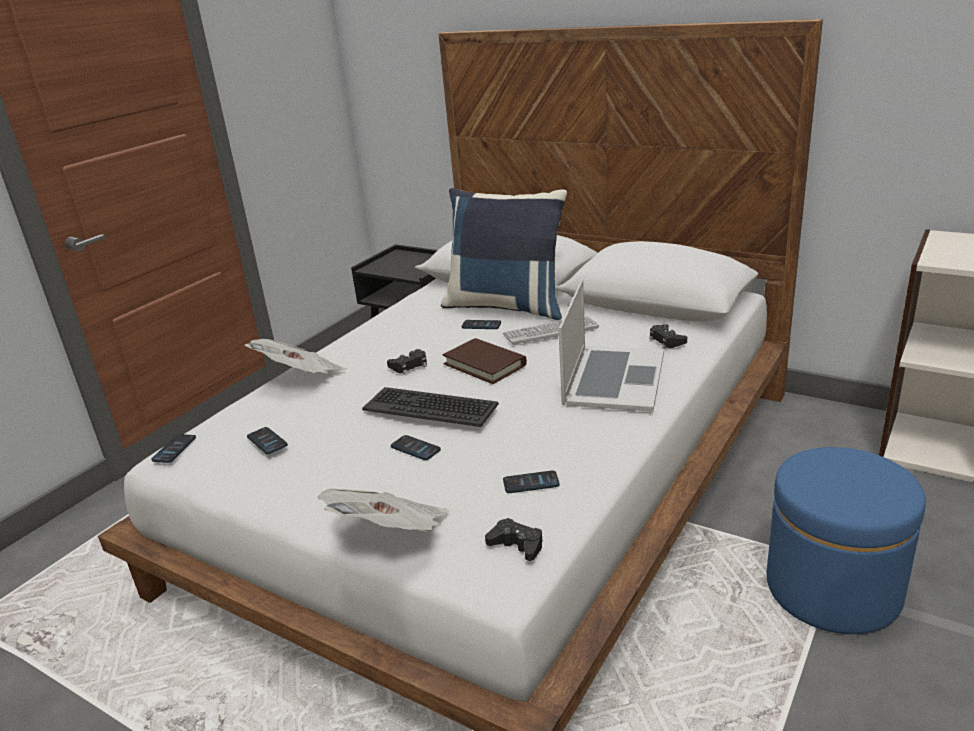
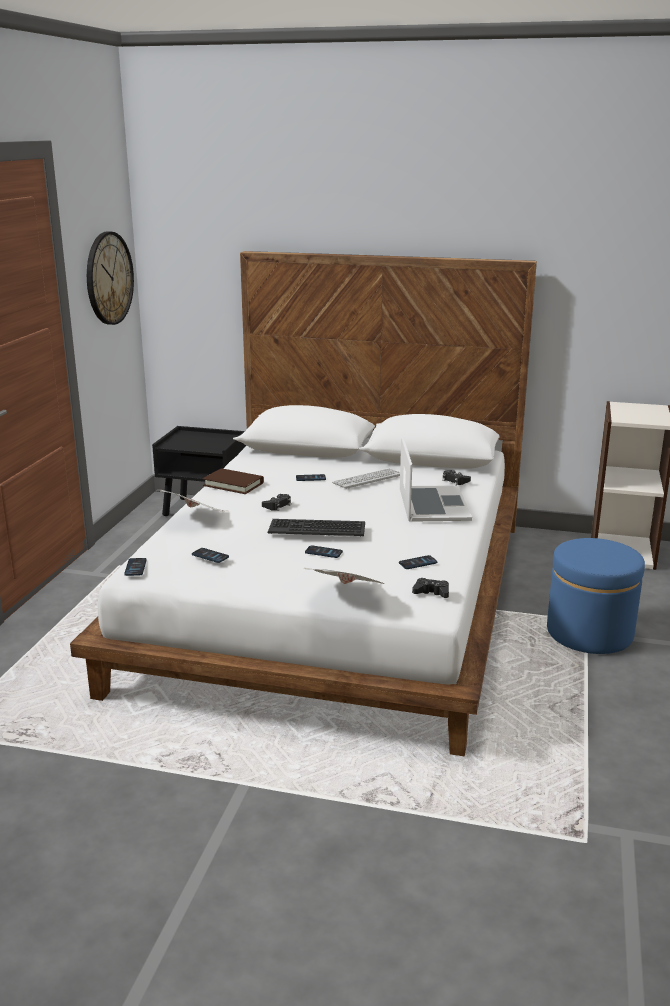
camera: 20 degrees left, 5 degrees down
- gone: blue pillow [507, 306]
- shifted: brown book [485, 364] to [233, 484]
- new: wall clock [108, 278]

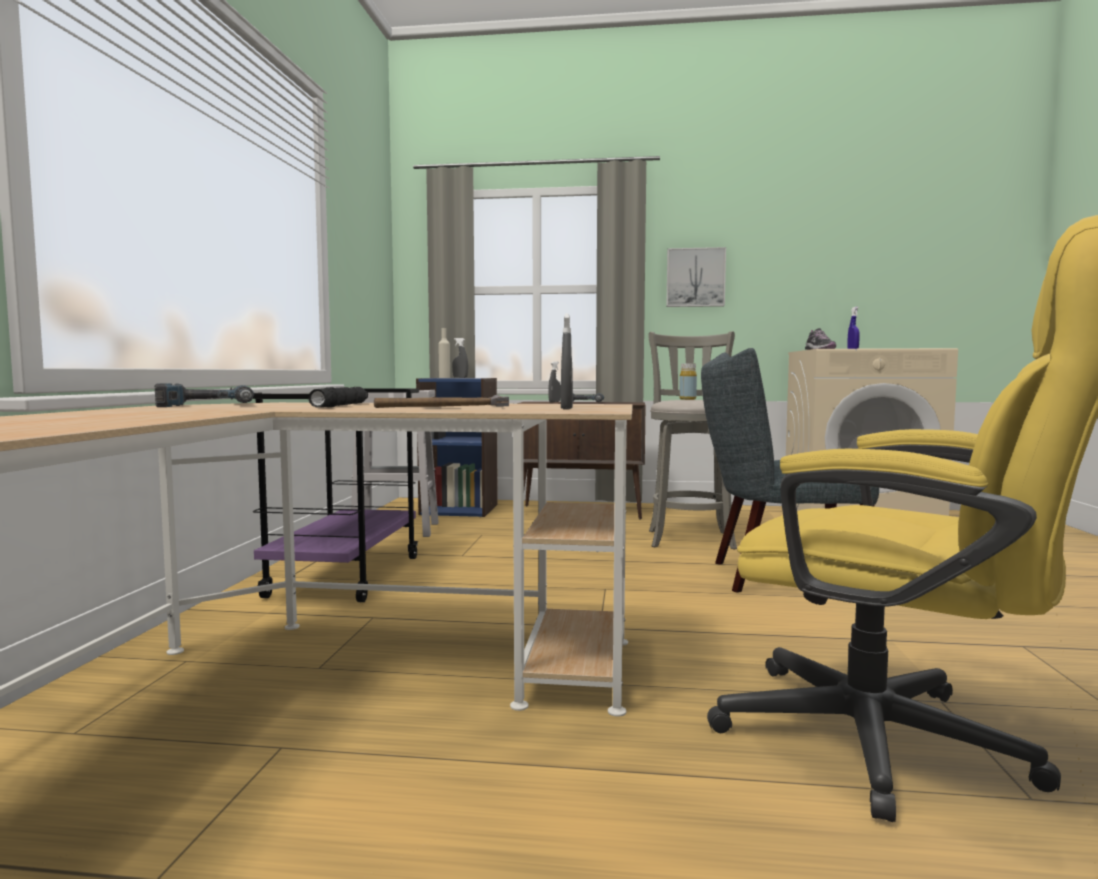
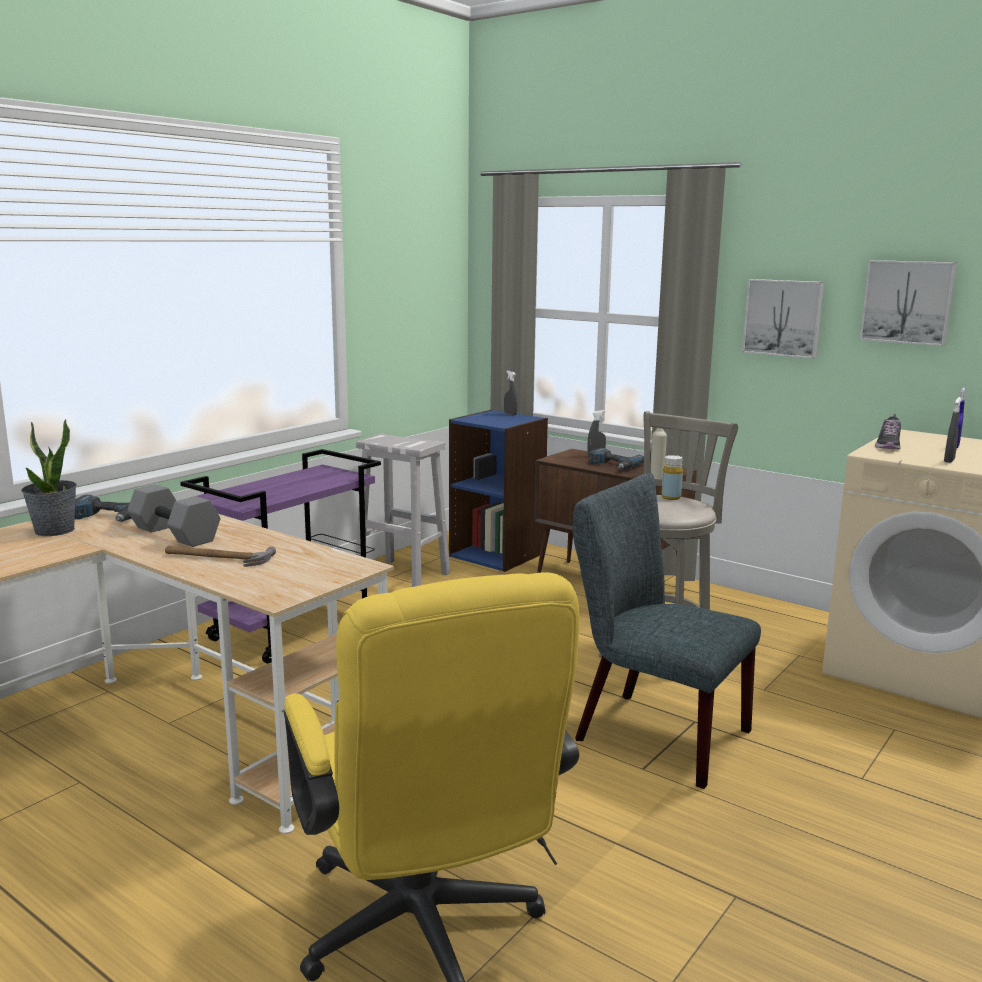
camera: 30 degrees right, 10 degrees up
- shifted: grey spray bottle [566, 408] to [949, 460]
- shifted: beige bottle [444, 378] to [657, 476]
- swapped: black flashlight [340, 406] to grey dumbbell [176, 534]
- new: picture [907, 302]
- new: potted plant [54, 530]

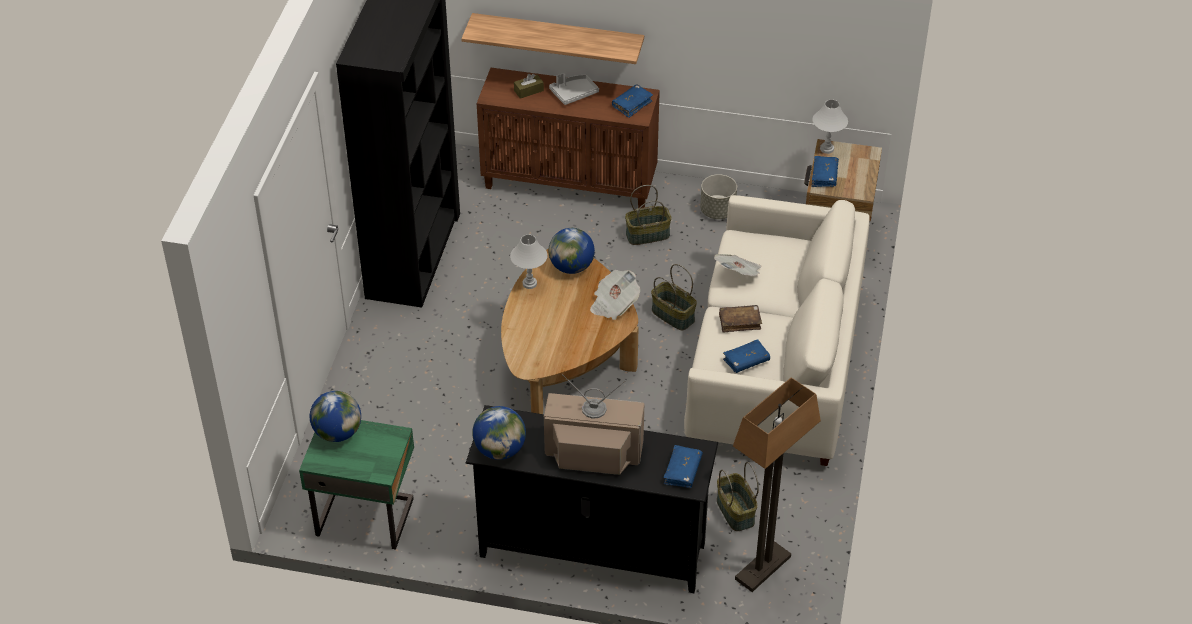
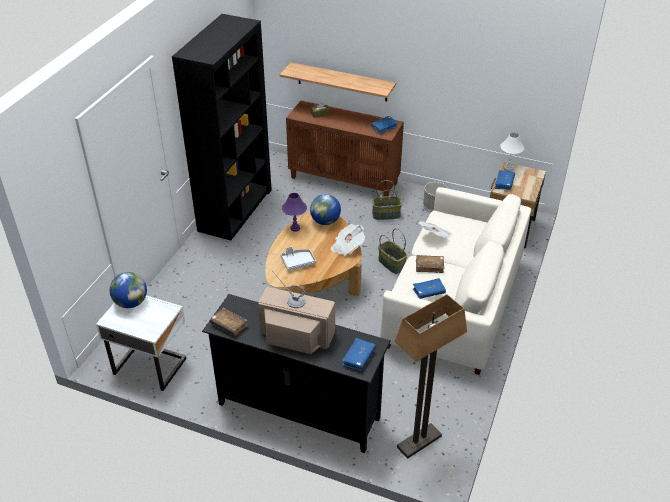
camera: 10 degrees right, 5 degrees down
- shifted: grey tray [573, 93] to [298, 262]
- repainted: white table lamp [530, 283] to purple table lamp [295, 228]
- swapped: globe [500, 450] to brown book [229, 325]
- repainted: green nightstand [365, 515] to white nightstand [151, 365]
- gone: basket [734, 511]

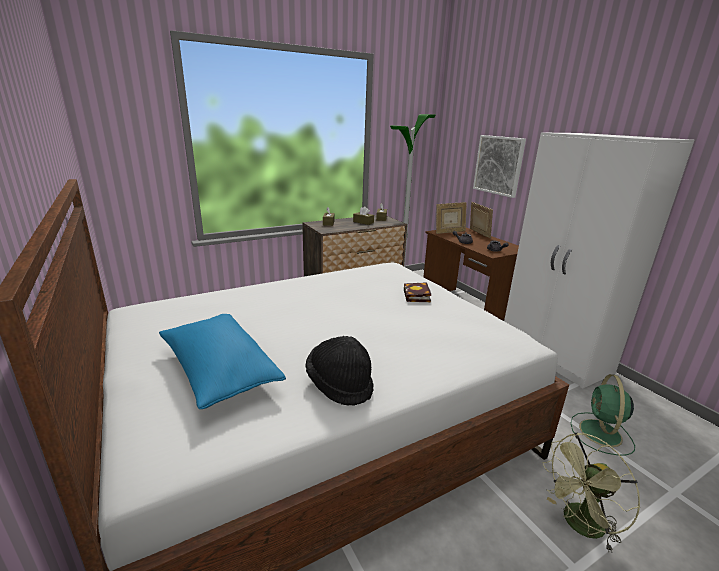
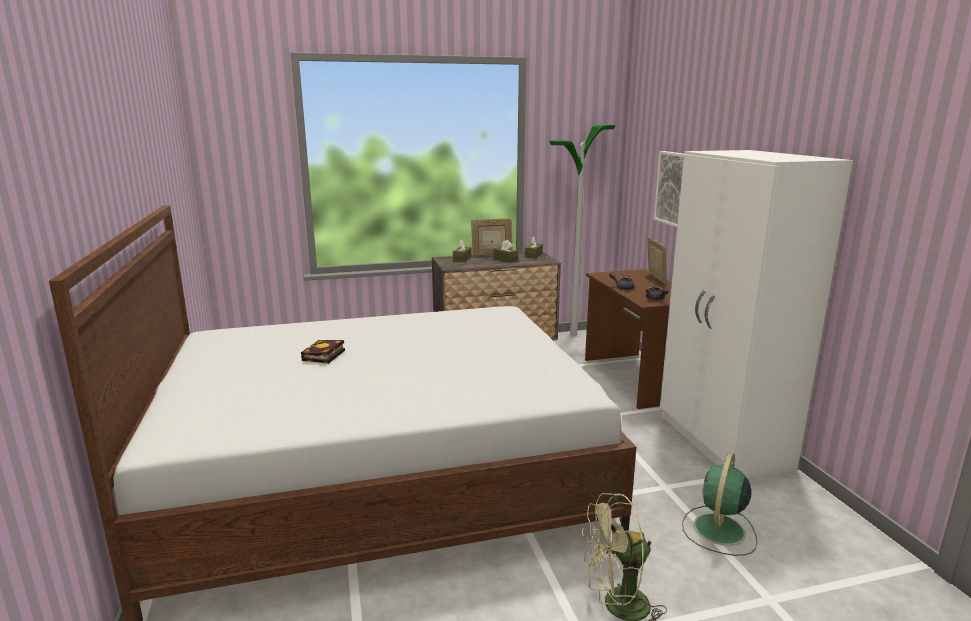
camera: 15 degrees right, 5 degrees down
- shifted: picture frame [449, 232] to [491, 255]
- shifted: book [417, 296] to [323, 356]
- gone: blue pillow [219, 372]
- gone: black hat [340, 384]

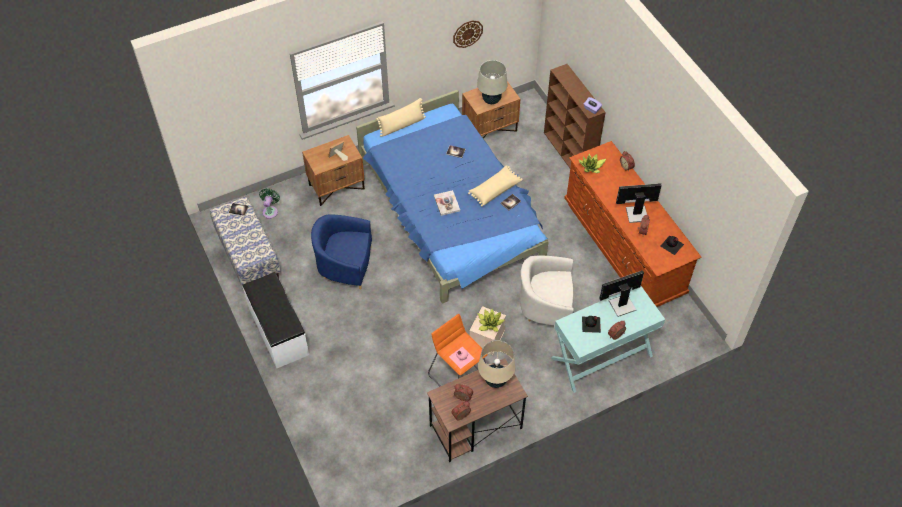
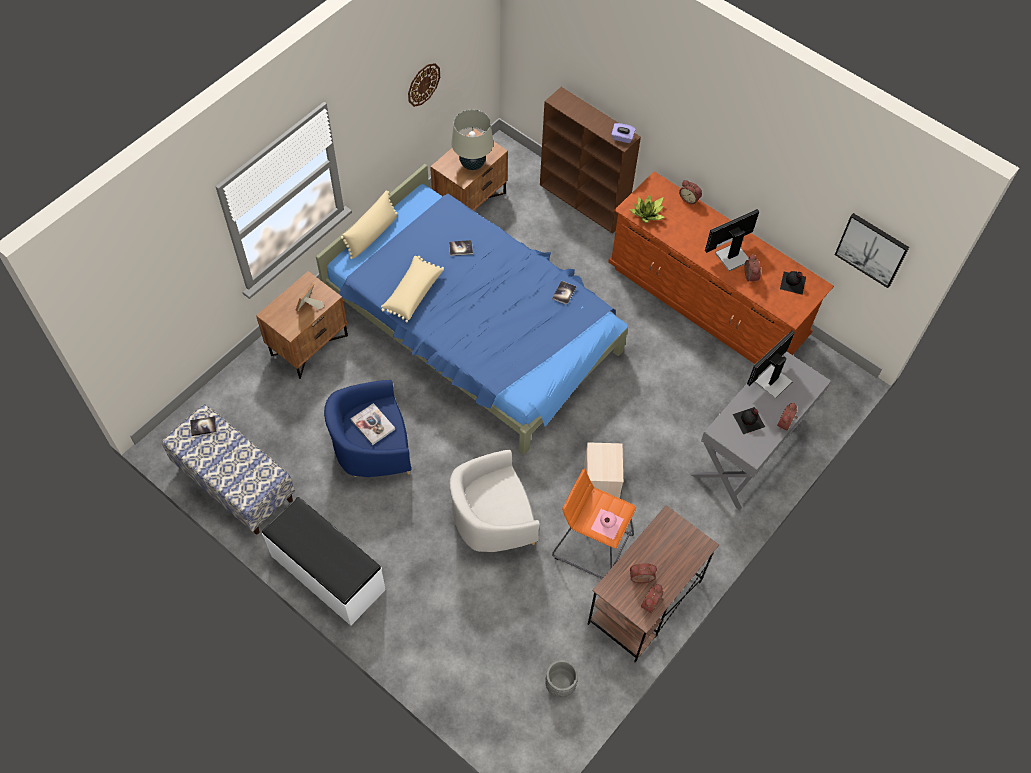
camera: 25 degrees left, 5 degrees up
- shifted: beige pillow [494, 189] to [412, 293]
- gone: green fan [270, 211]
- shifted: book [446, 203] to [373, 424]
- shifted: white armchair [546, 306] to [492, 520]
- repainted: turquoise console table [602, 357] to grey console table [750, 451]
- gone: potted plant [489, 324]
- gone: beige table lamp [495, 380]
- new: picture [872, 249]
- new: grey planter [560, 684]

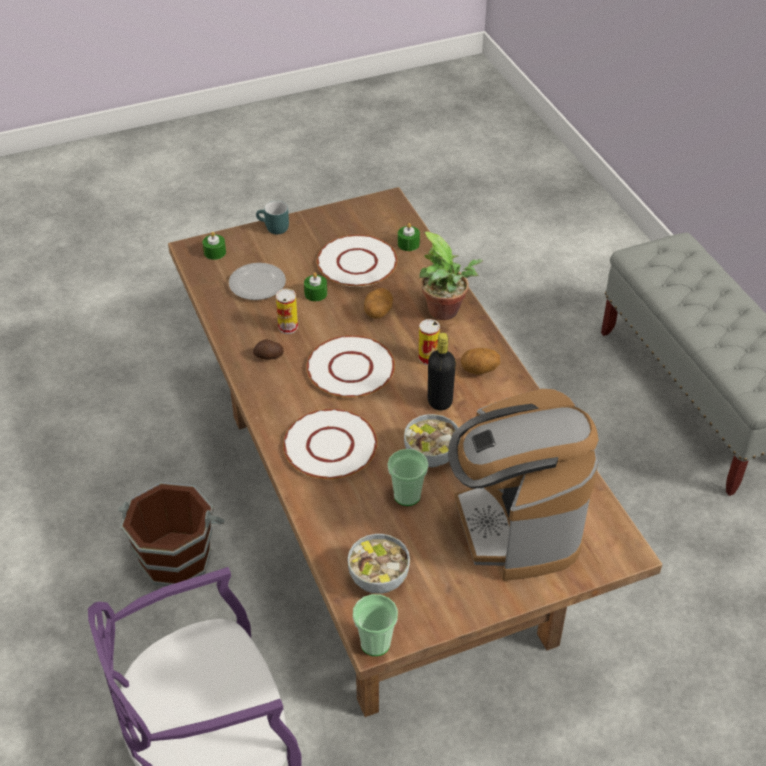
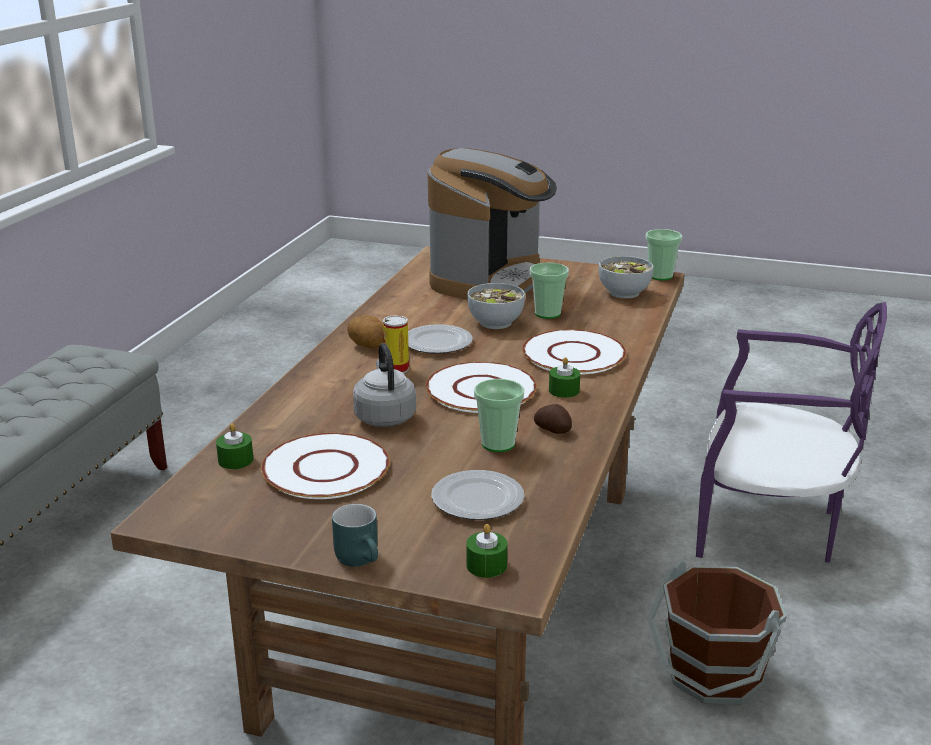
camera: 140 degrees left, 20 degrees down
- gone: potted plant [446, 313]
- shifted: green candle [315, 293] to [564, 391]
- swapped: potato [377, 313] to grey kettle [384, 416]
- swapped: can [288, 327] to cup [498, 444]
- swapped: black bottle [440, 402] to plate [436, 343]

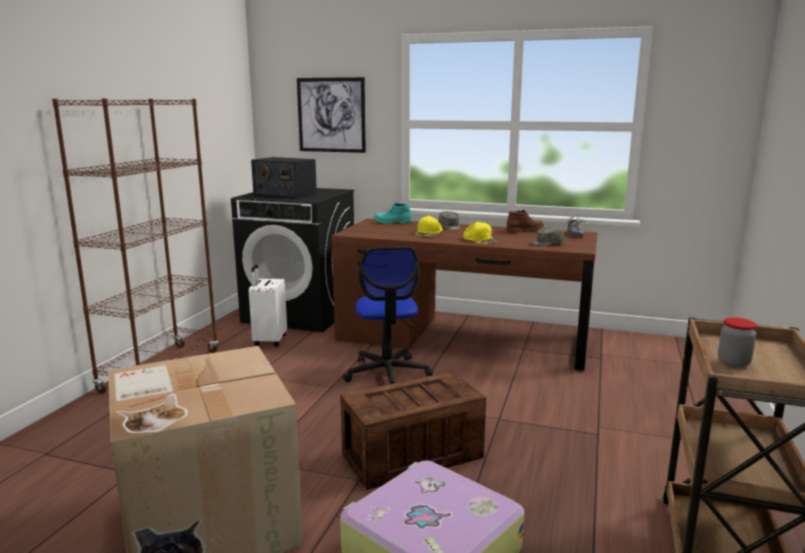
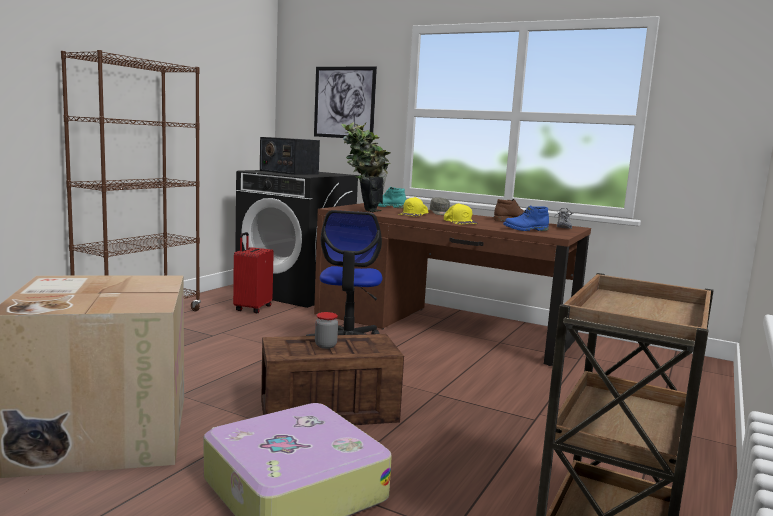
camera: 10 degrees right, 5 degrees down
- swapped: grey cap [547, 244] to blue boot [525, 229]
- repainted: white suitcase [269, 341] to red suitcase [252, 308]
- shifted: jar [733, 363] to [325, 345]
- new: potted plant [362, 210]

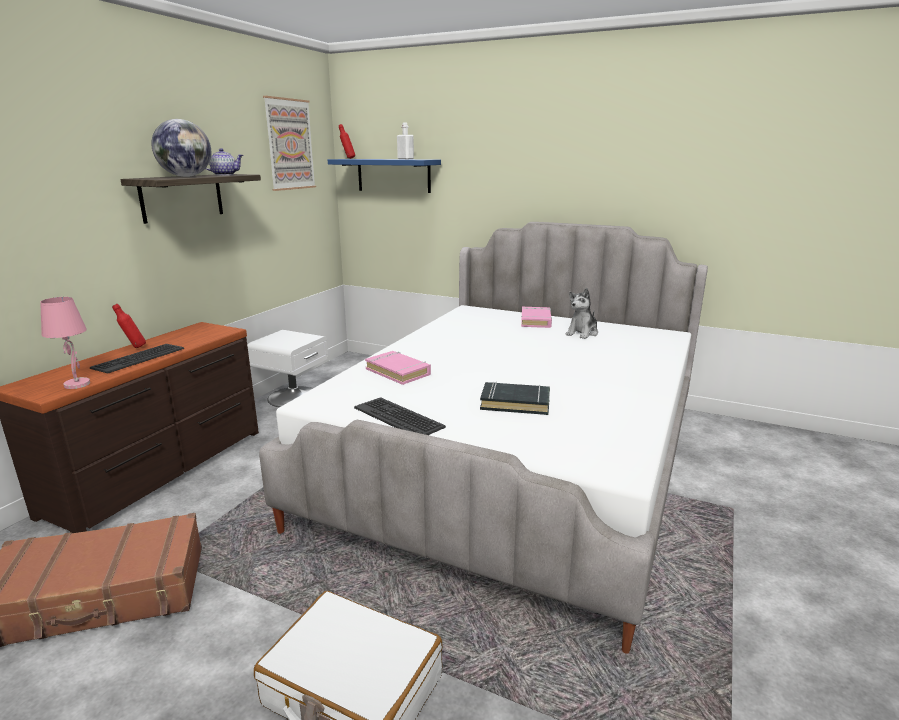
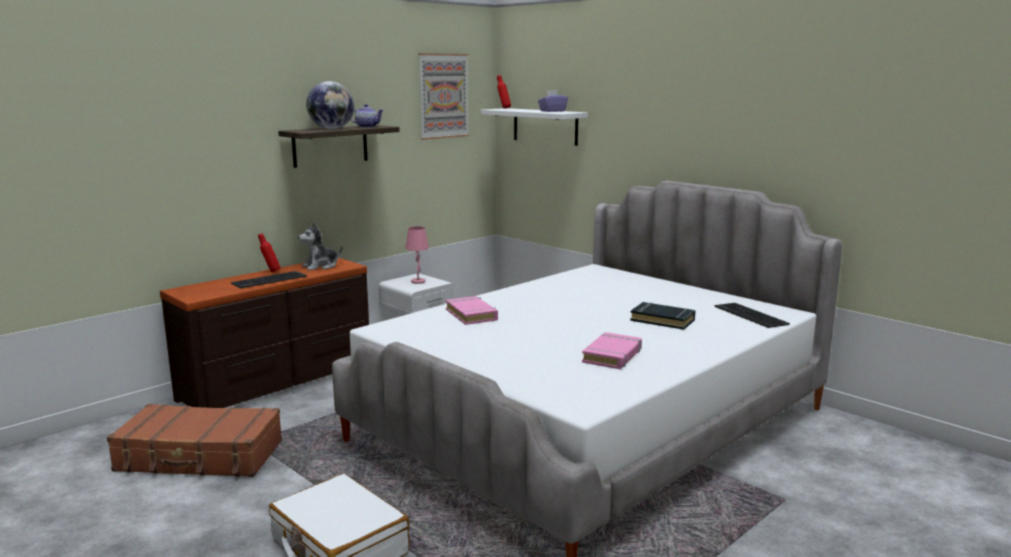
camera: 20 degrees right, 5 degrees down
- swapped: white bottle [405, 159] to purple tissue box [552, 111]
- repainted: blue shelf [393, 175] to white shelf [545, 126]
- shifted: plush toy [582, 333] to [320, 266]
- shifted: pink table lamp [77, 384] to [418, 281]
- shifted: pink book [536, 321] to [612, 356]
- shifted: black book [515, 403] to [662, 320]
- shifted: keyboard [399, 417] to [751, 315]

